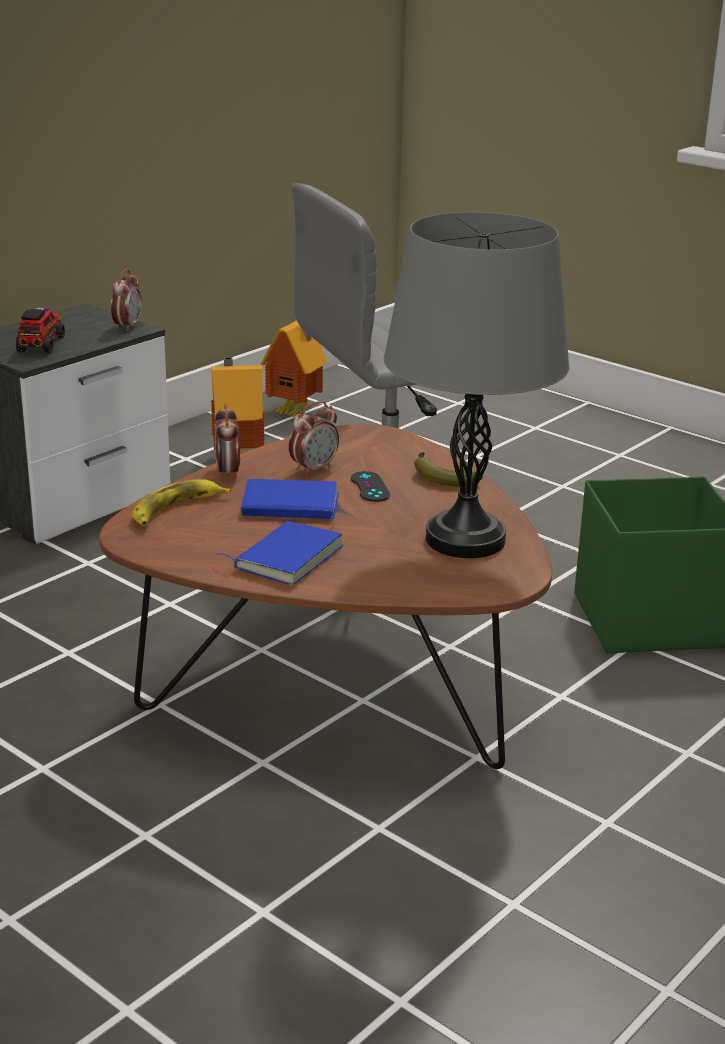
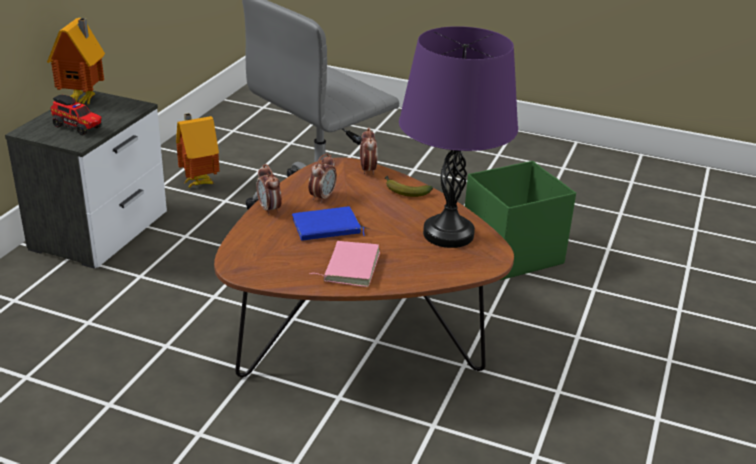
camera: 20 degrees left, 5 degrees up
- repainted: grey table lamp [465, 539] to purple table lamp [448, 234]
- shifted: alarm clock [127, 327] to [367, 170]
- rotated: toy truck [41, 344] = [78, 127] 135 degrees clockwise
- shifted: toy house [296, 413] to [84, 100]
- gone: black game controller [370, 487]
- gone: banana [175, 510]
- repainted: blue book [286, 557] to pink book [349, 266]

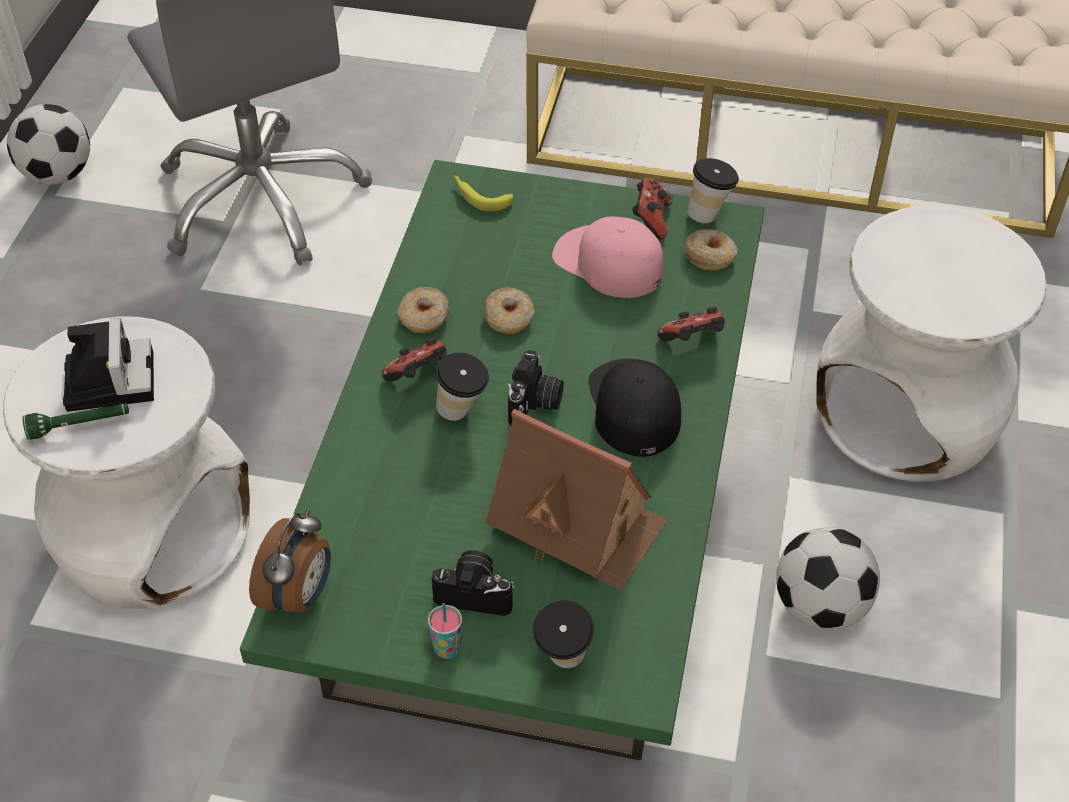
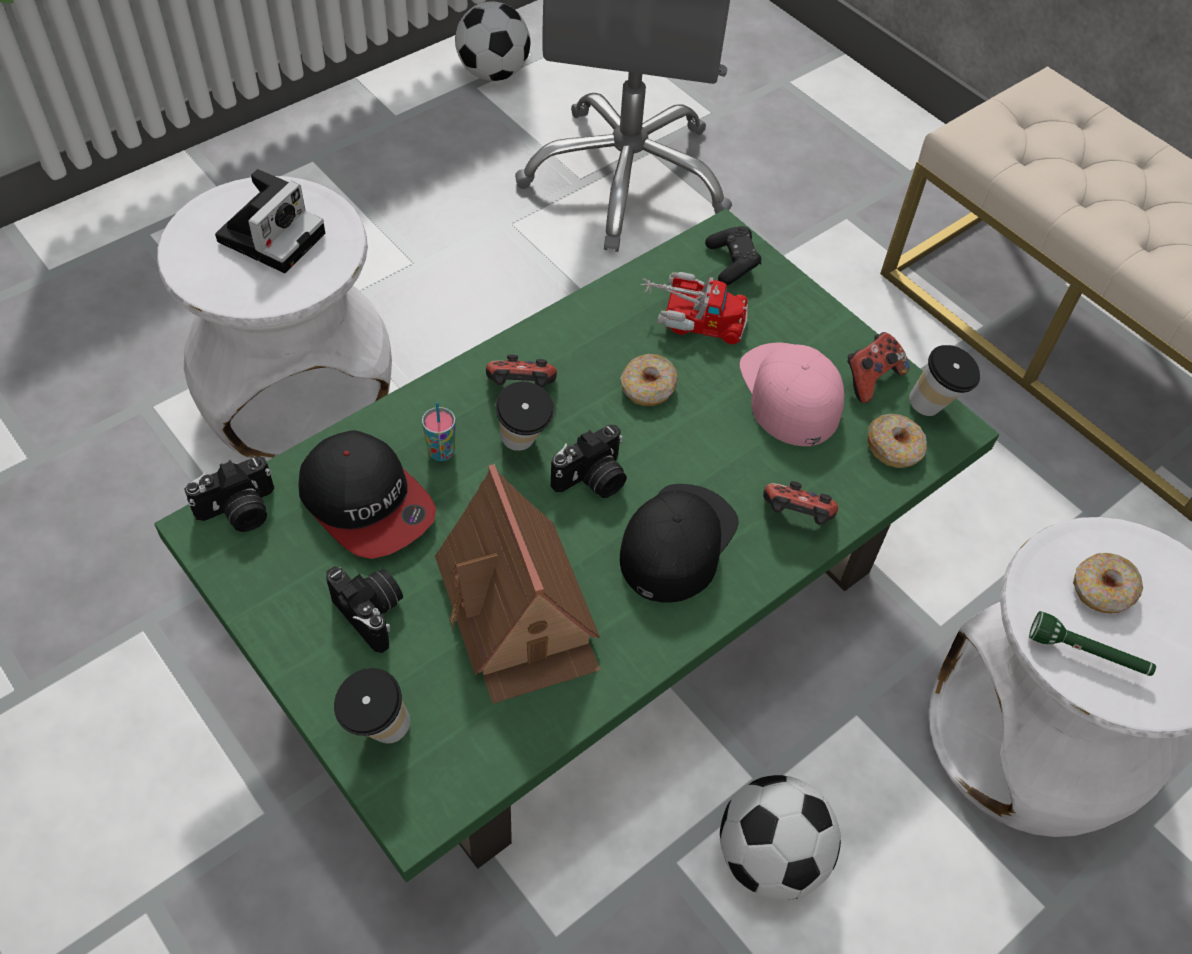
camera: 35 degrees right, 5 degrees up
- swapped: banana [479, 196] to black game controller [732, 263]
- shifted: donut [424, 317] to [1102, 590]
- shifted: green flashlight [80, 426] to [1087, 654]
- swapped: alarm clock [299, 595] to photo camera [239, 512]
- shifted: cup [447, 649] to [441, 452]
- new: toy truck [691, 317]
- new: cap [367, 502]

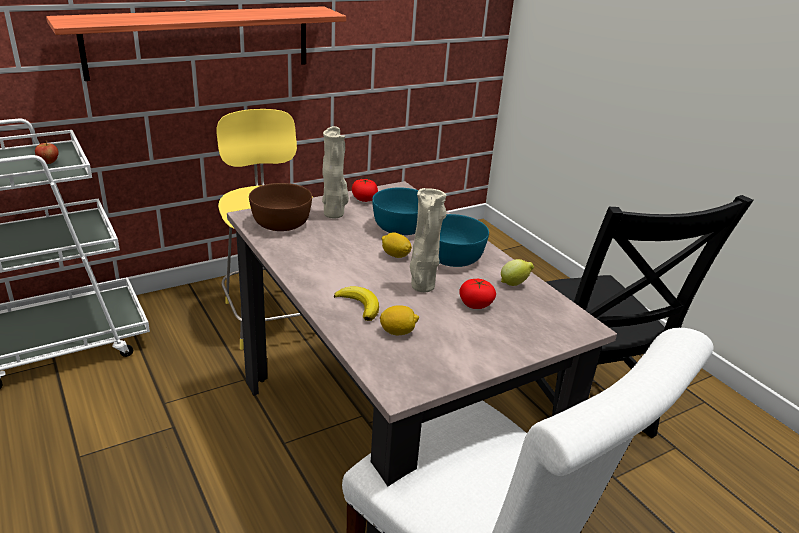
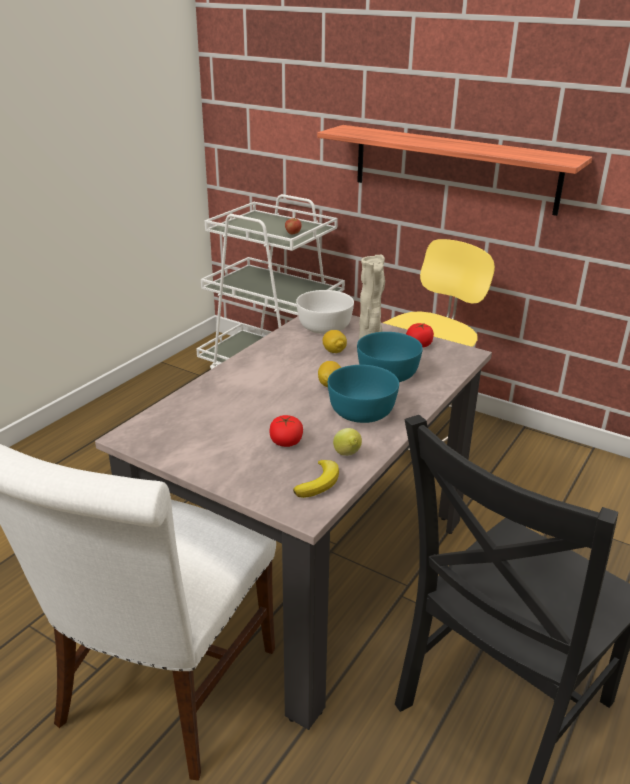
camera: 65 degrees right, 0 degrees up
- repainted: brown bowl [282, 223] to white bowl [324, 327]
- gone: beige vase [422, 287]
- shifted: banana [359, 305] to [319, 482]
- shifted: lemon [398, 332] to [334, 351]

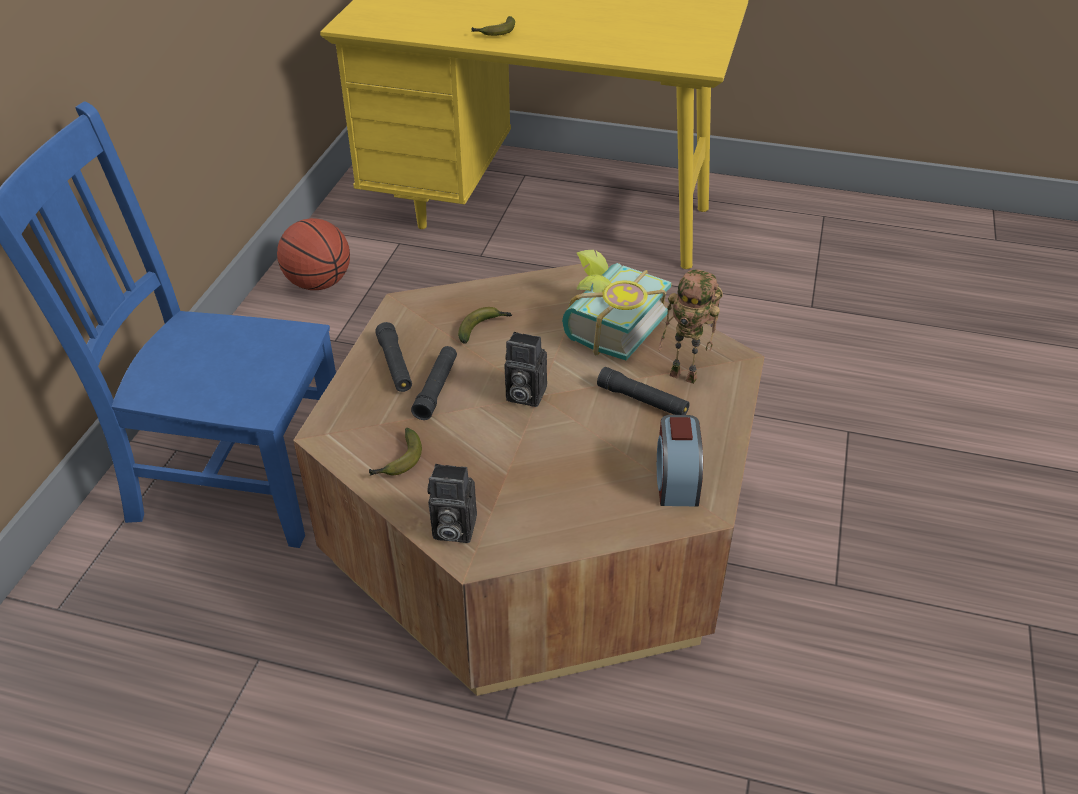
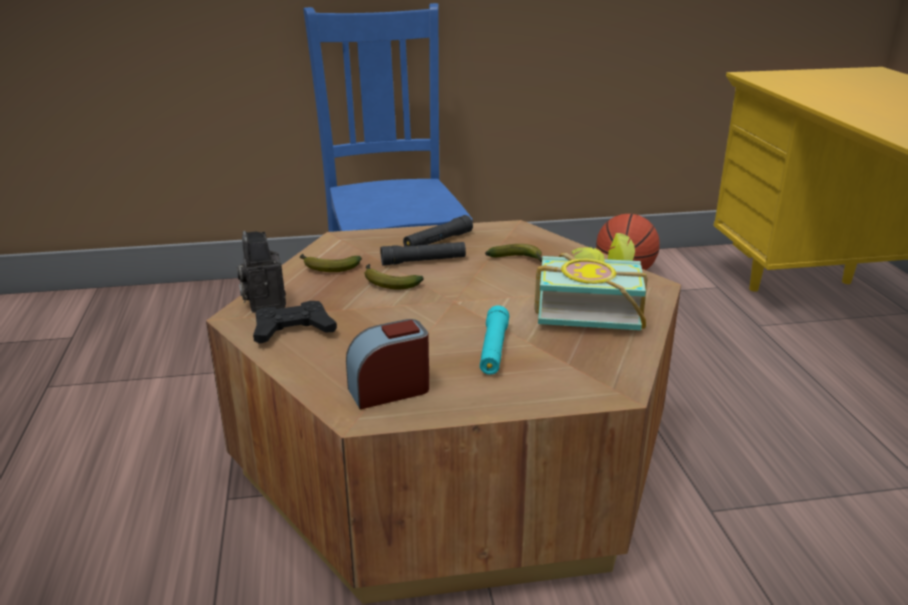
camera: 65 degrees right, 15 degrees down
- shifted: banana [495, 32] to [388, 282]
- gone: toy robot [686, 375]
- gone: photo camera [523, 395]
- repainted: black flashlight [642, 400] to turquoise flashlight [493, 349]
- new: black game controller [293, 330]

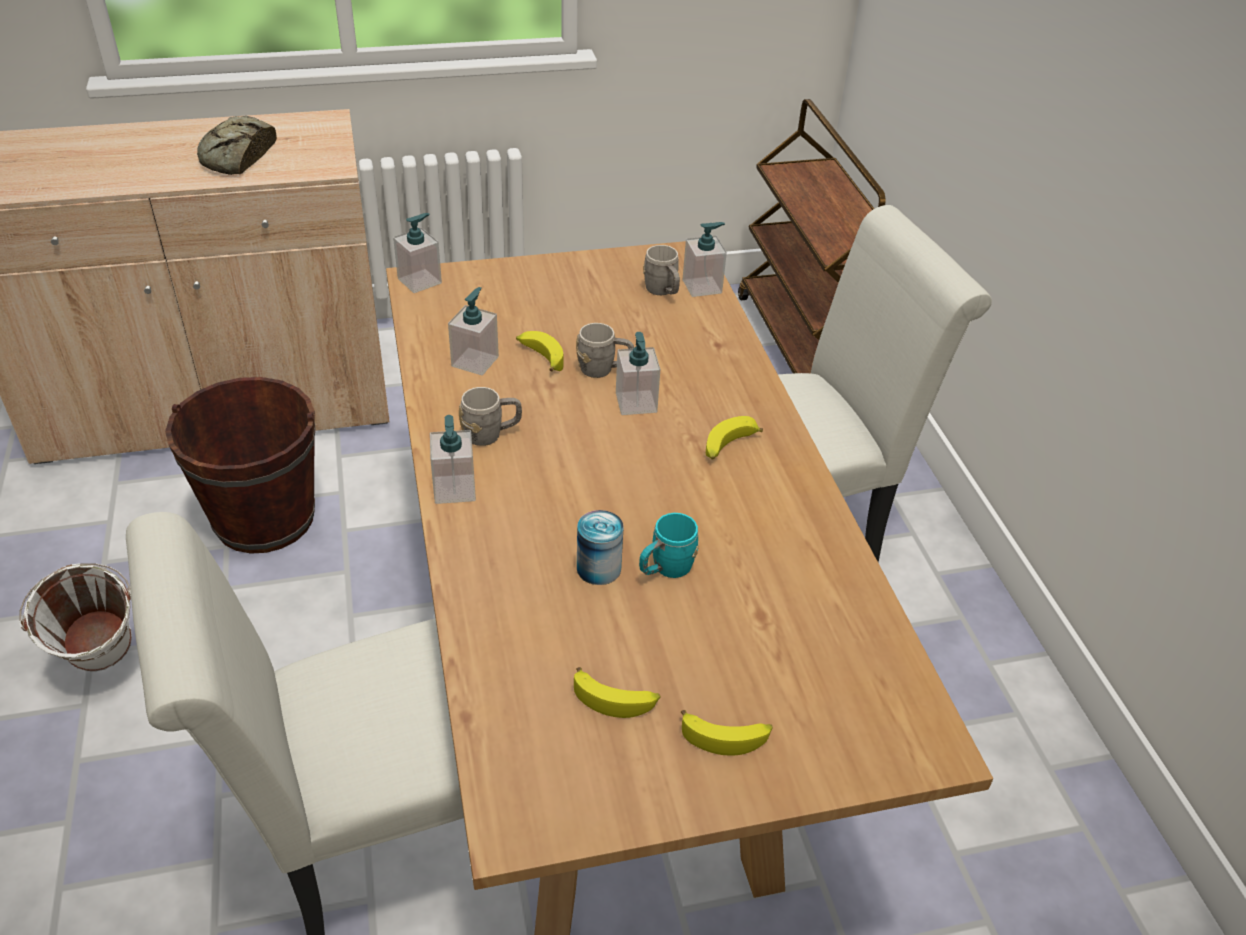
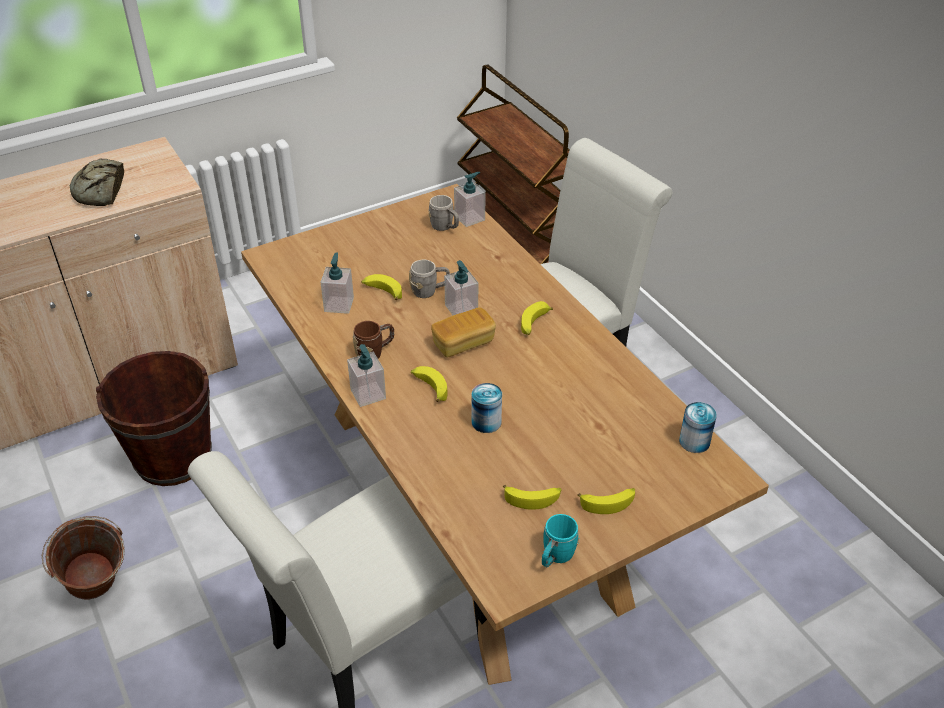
camera: 15 degrees left, 0 degrees up
- gone: soap dispenser [420, 281]
- repainted: grey mug [491, 434] to brown mug [375, 352]
- shifted: turquoise mug [665, 569] to [555, 557]
- repainted: white bucket [102, 666] to brown bucket [100, 593]
- new: bread [463, 343]
- new: banana [429, 387]
- new: can [694, 441]

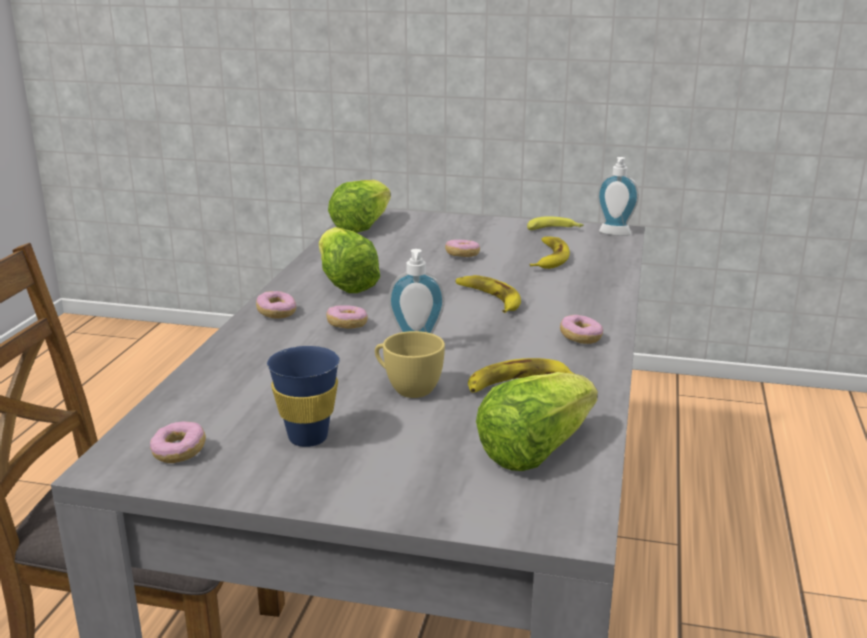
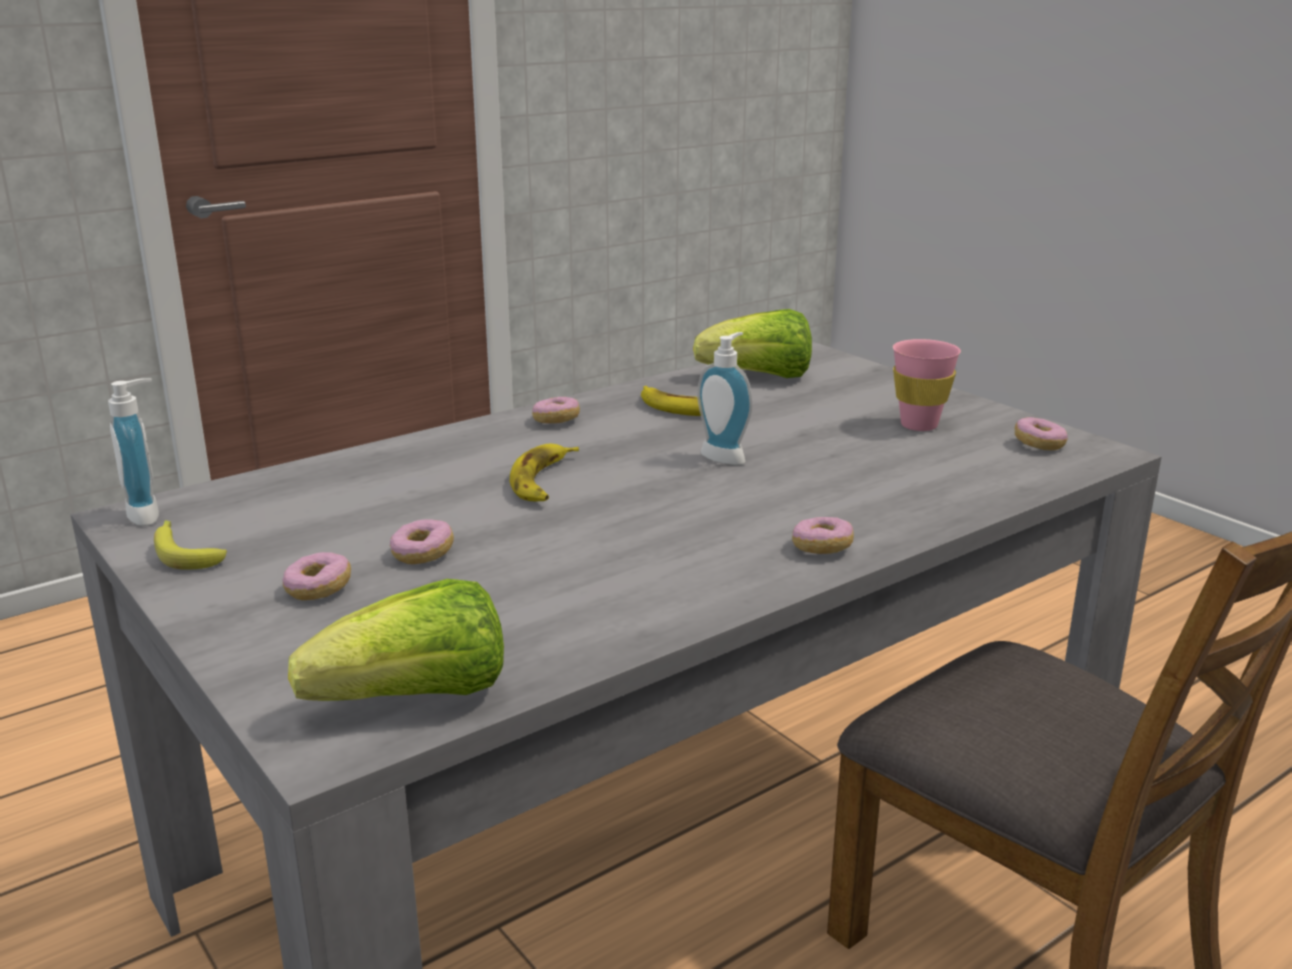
camera: 140 degrees left, 0 degrees up
- gone: lettuce [345, 283]
- gone: banana [548, 258]
- shifted: donut [347, 325] to [318, 589]
- gone: yellow cup [407, 388]
- repainted: blue cup [308, 438] to pink cup [919, 425]

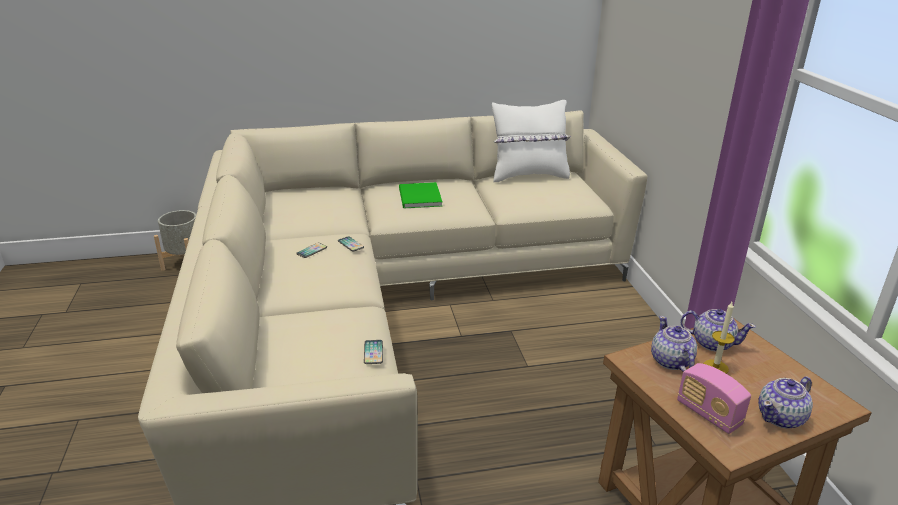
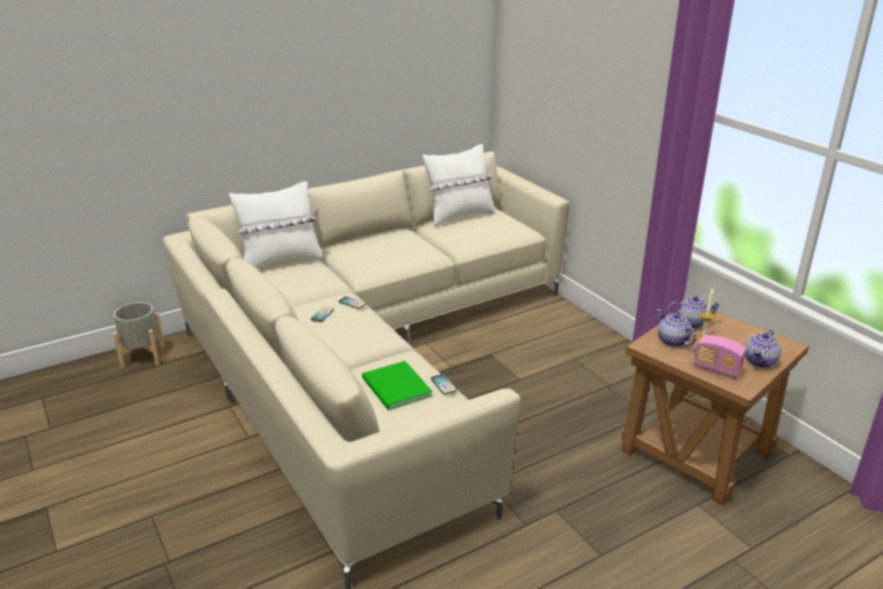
camera: 20 degrees left, 0 degrees up
- shifted: green book [419, 198] to [396, 388]
- new: white pillow [280, 261]

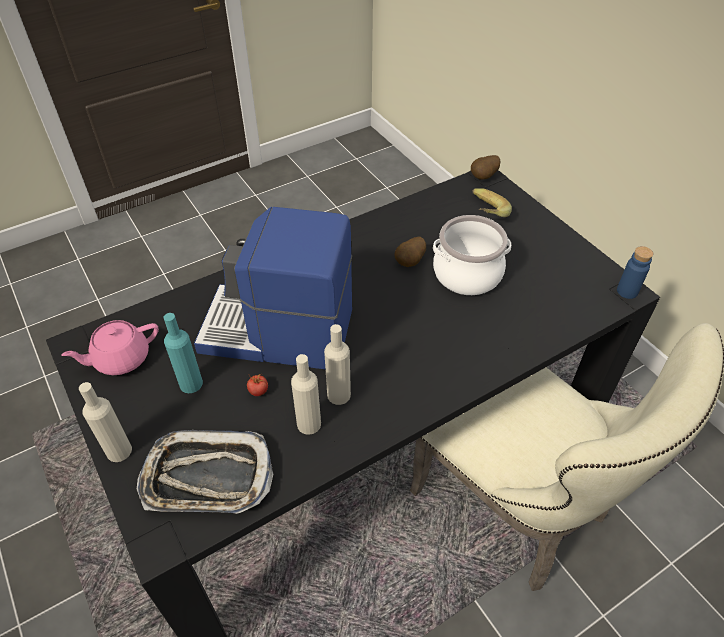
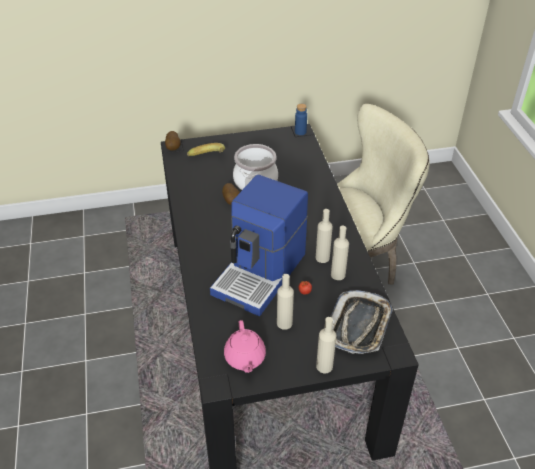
camera: 70 degrees left, 5 degrees down
- repainted: turquoise bottle [191, 383] to beige bottle [284, 323]

